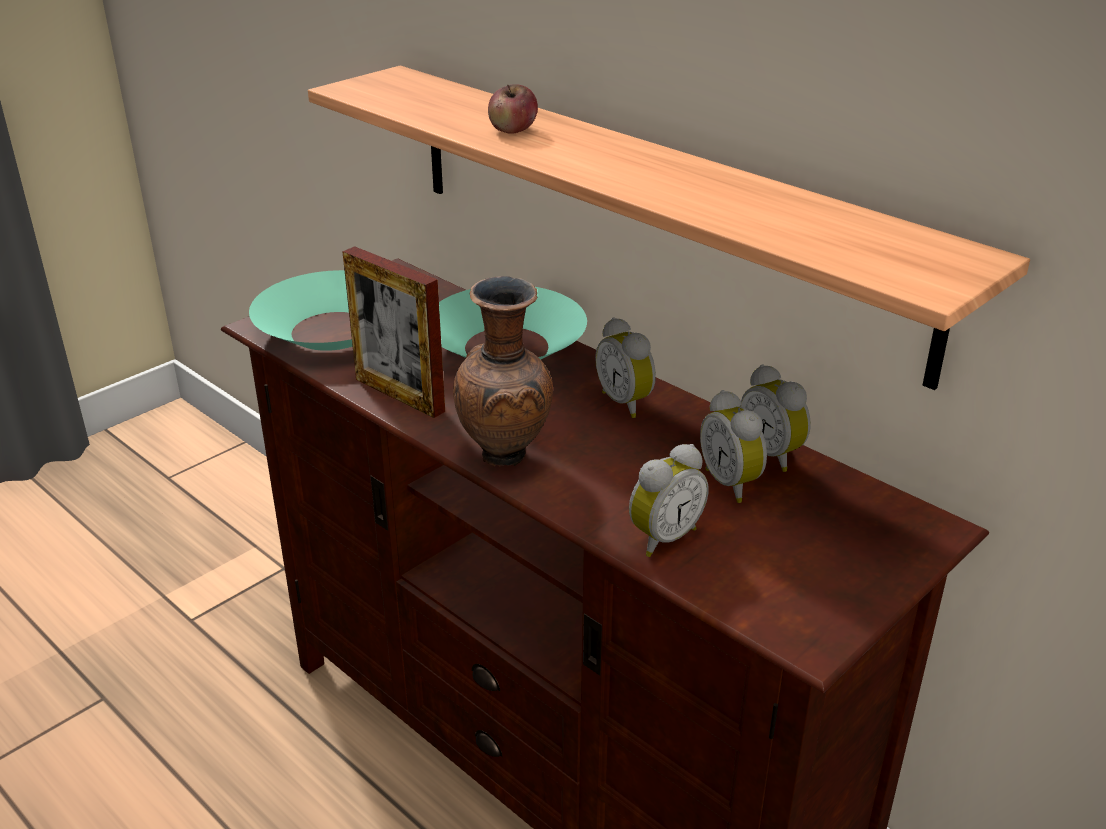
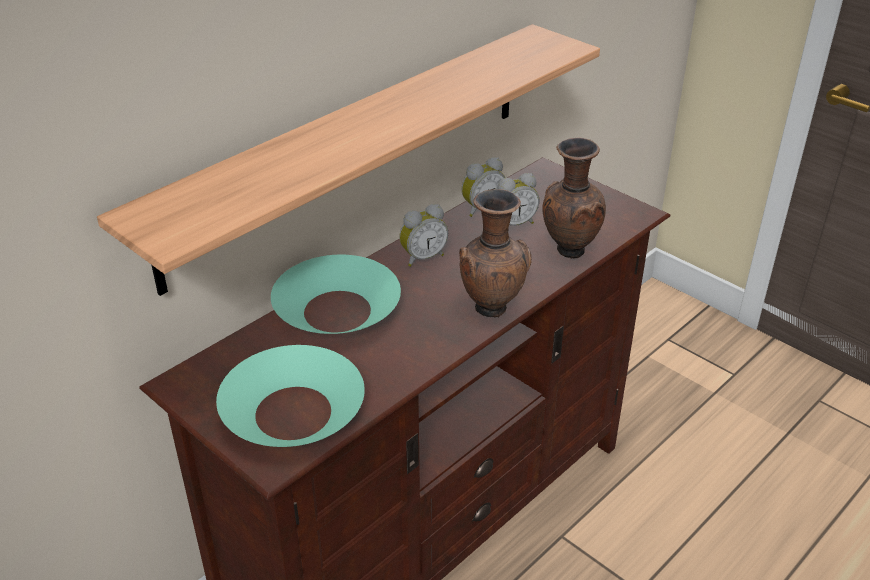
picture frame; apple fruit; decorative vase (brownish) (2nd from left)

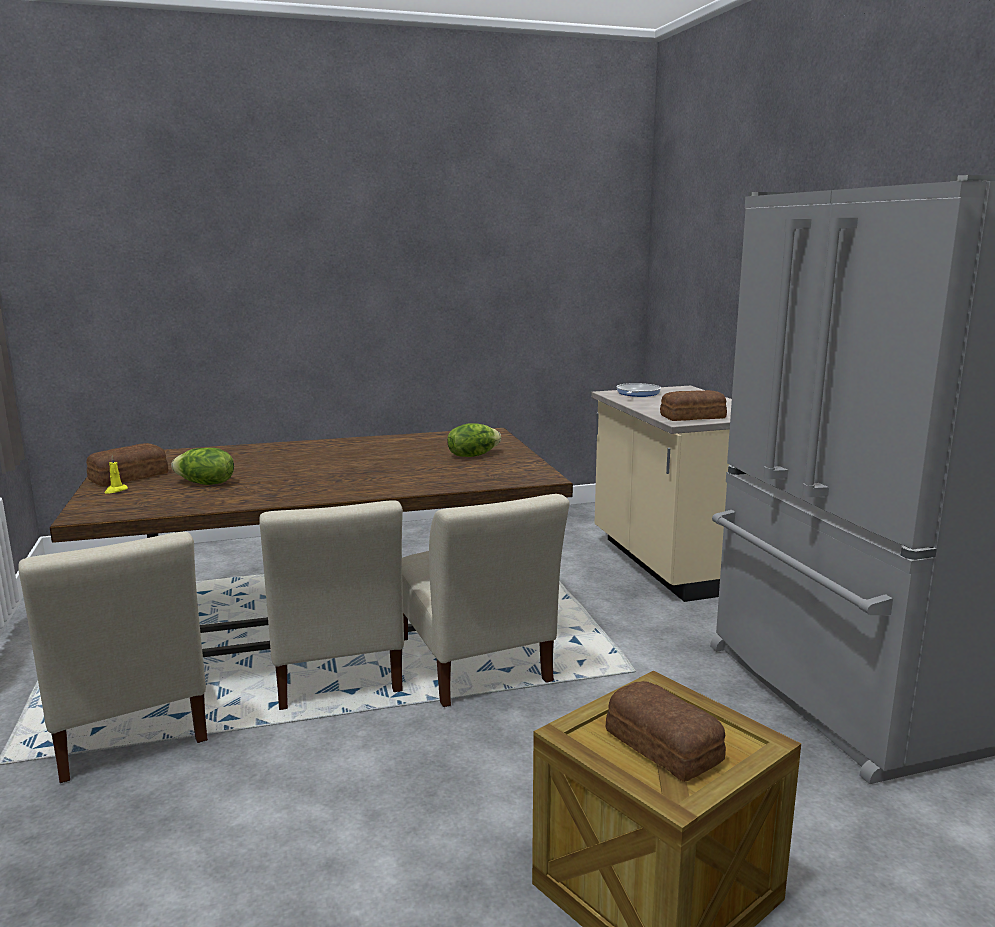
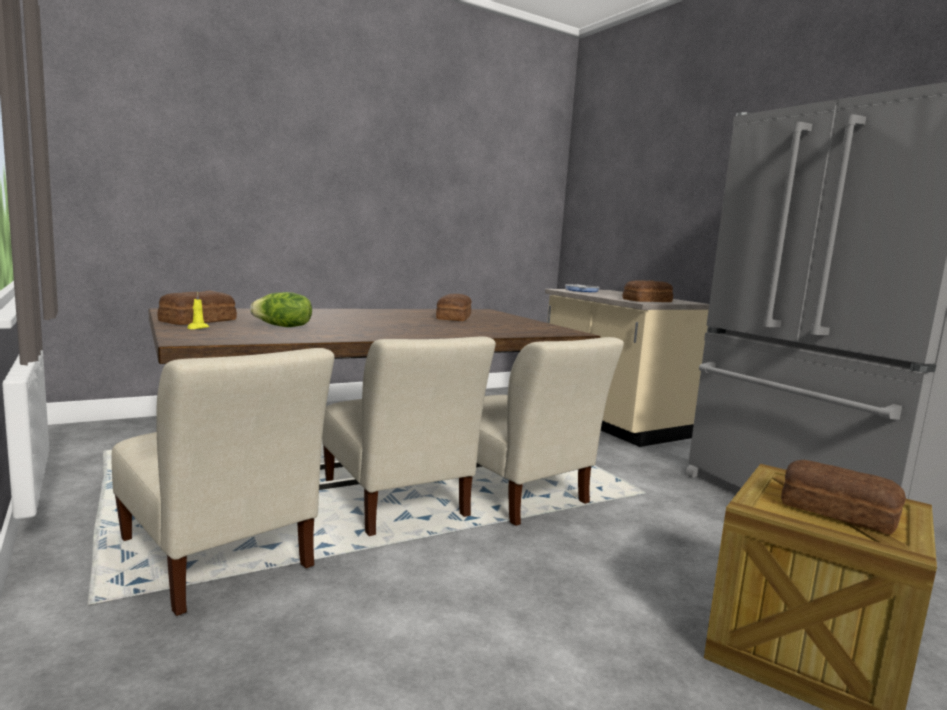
lettuce head (2nd from left in the first image); baked bread (2nd from left)

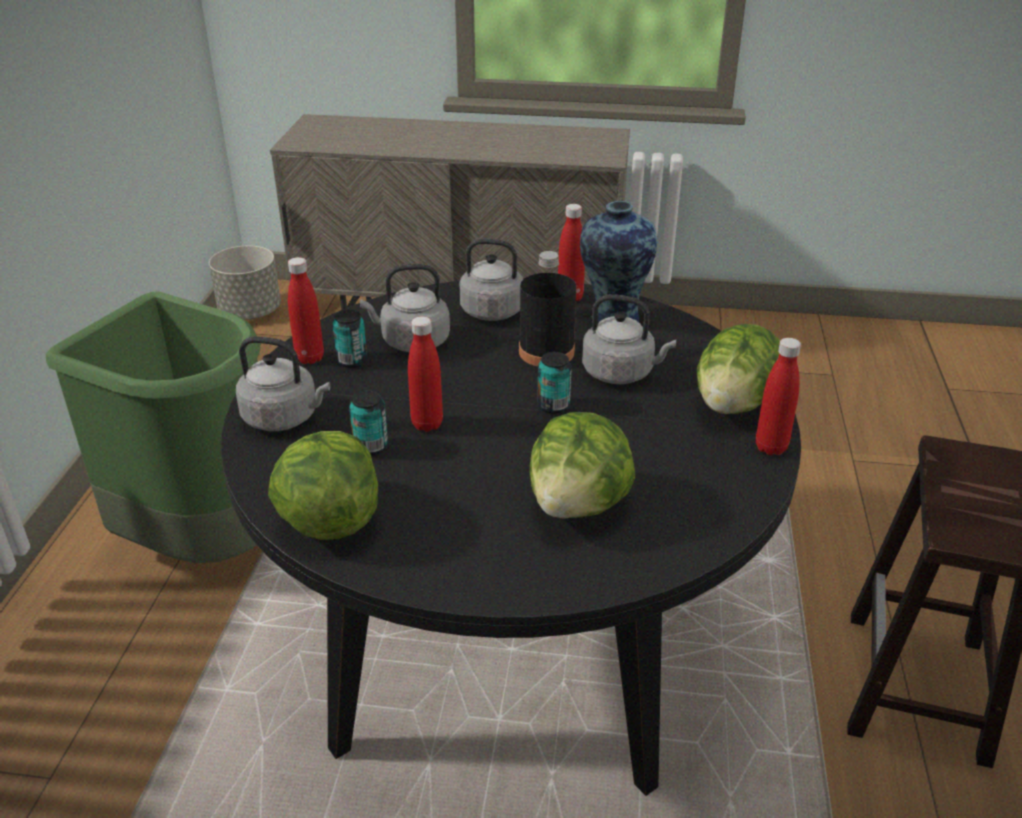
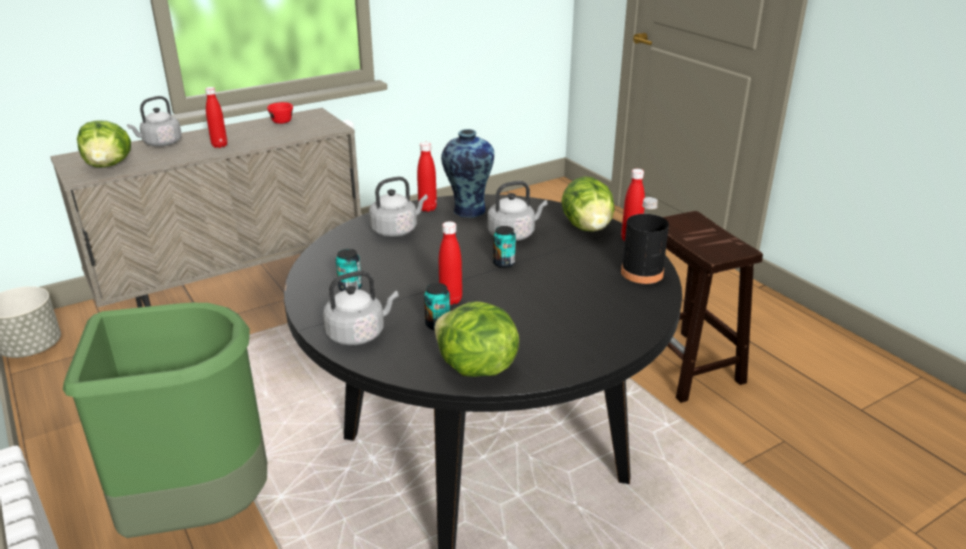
beverage bottle (red-coloured) (1st from left); kettle (grey) (1st from left); beverage bottle (blackish); lettuce head (1st from left); drinking cup (red-coloured)

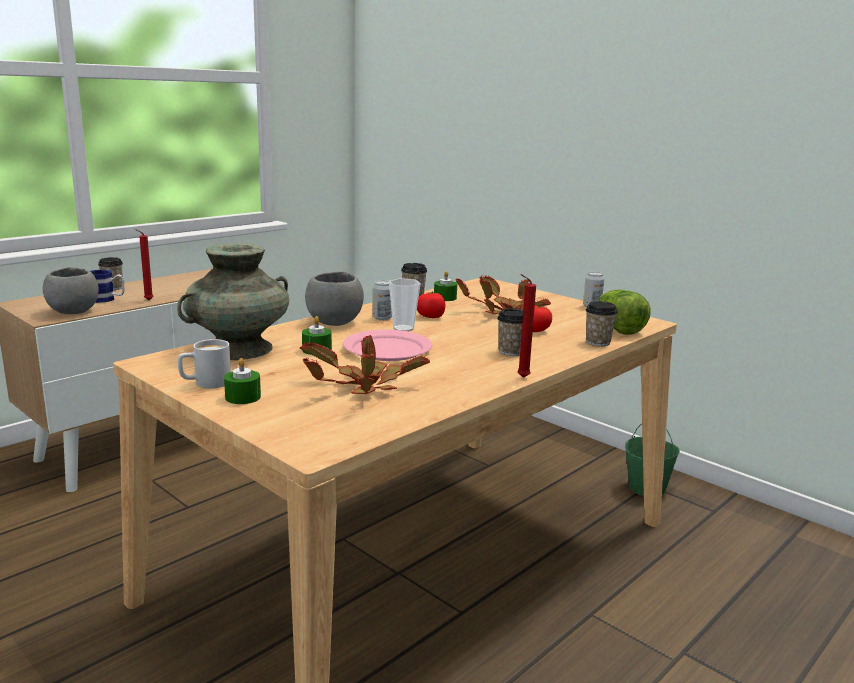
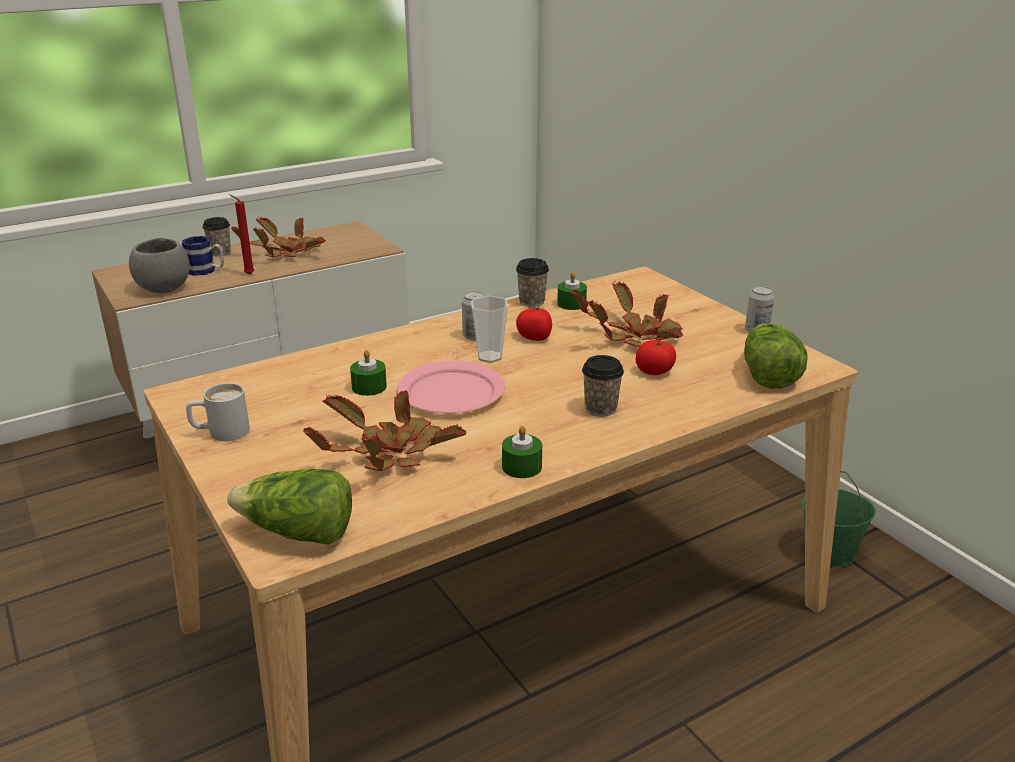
decorative vase (turquoise-coloured); wax light (green) (2nd from left); bowl (grey) (2nd from left in the first image); wax light (red-coloured) (2nd from left in the first image); drinking cup (5th from left in the first image); lettuce head (1st from left); houseplant (1st from left)

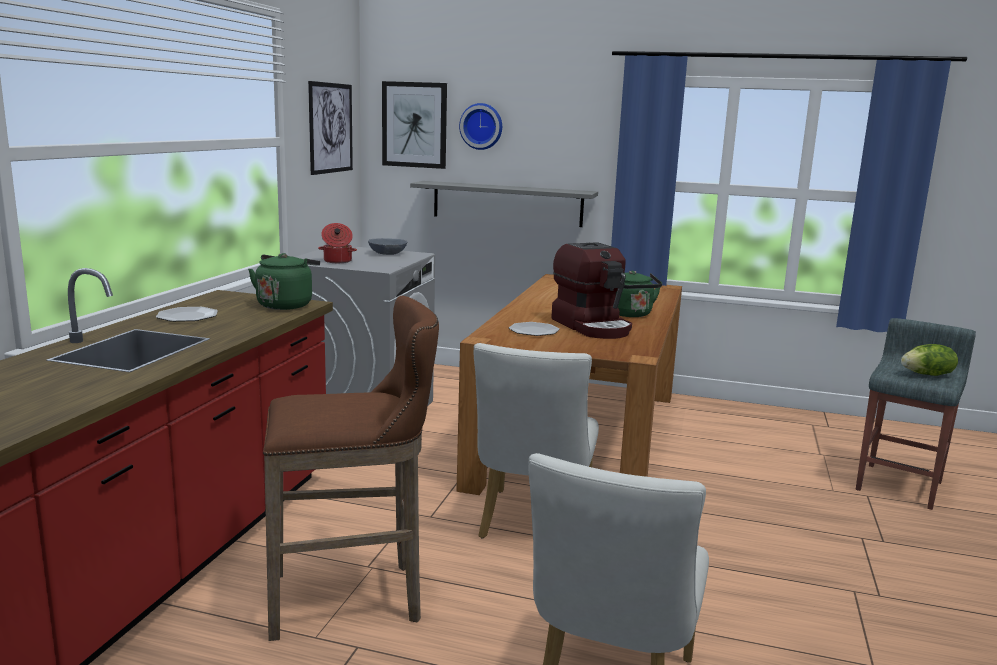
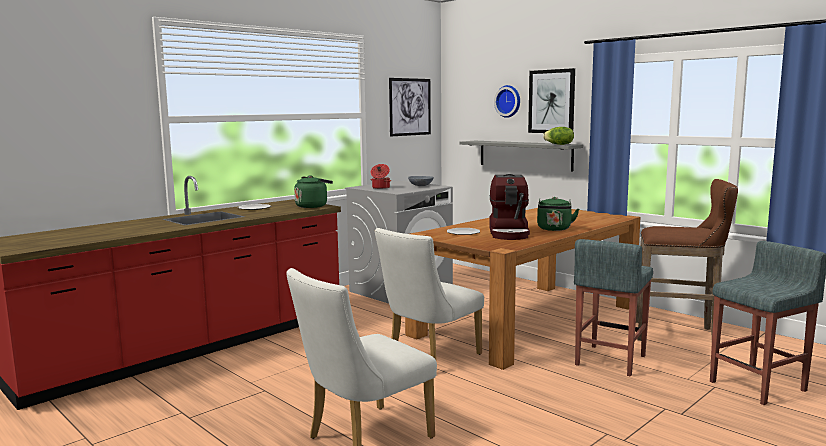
stool seat (brownish); wall art (2nd from left); lettuce head; stool seat (grey) (1st from left)

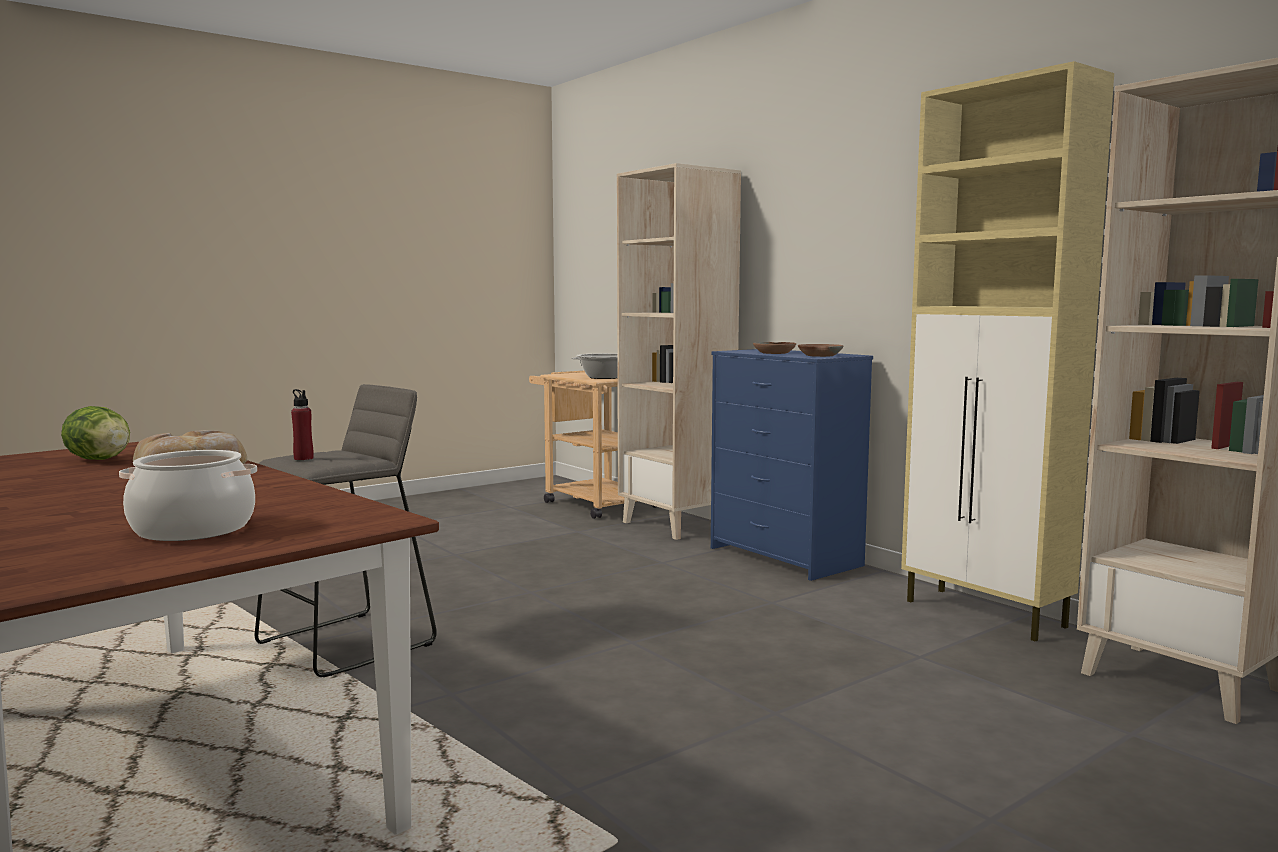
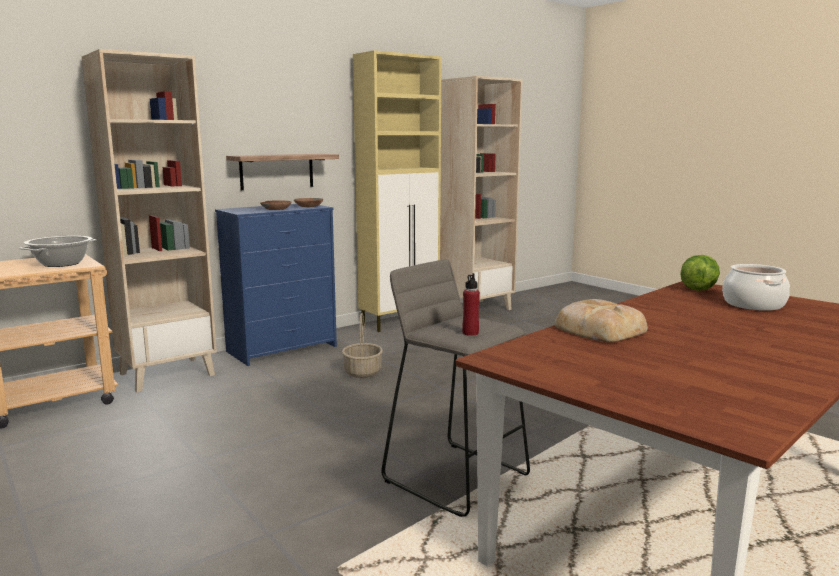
lettuce head; shelf; household basket

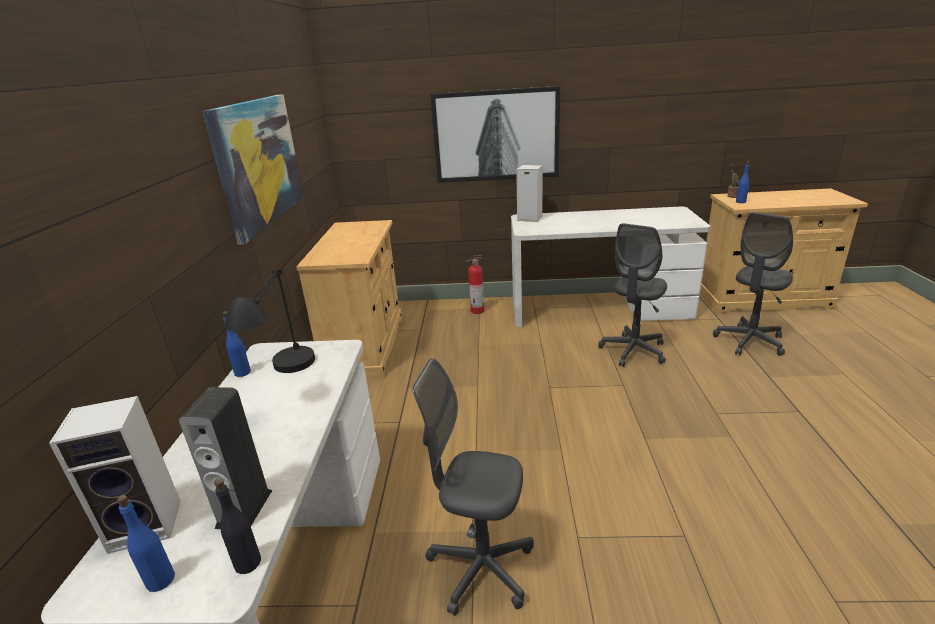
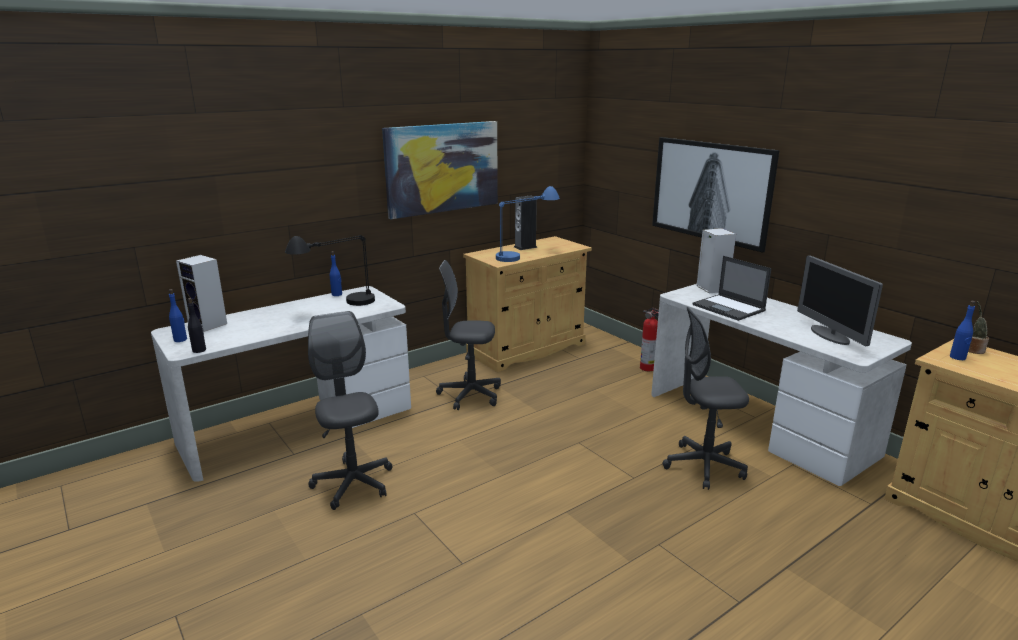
speaker (2nd from left); office chair (grey) (2nd from left); table lamp (blue-coloured); portable computer; computer display

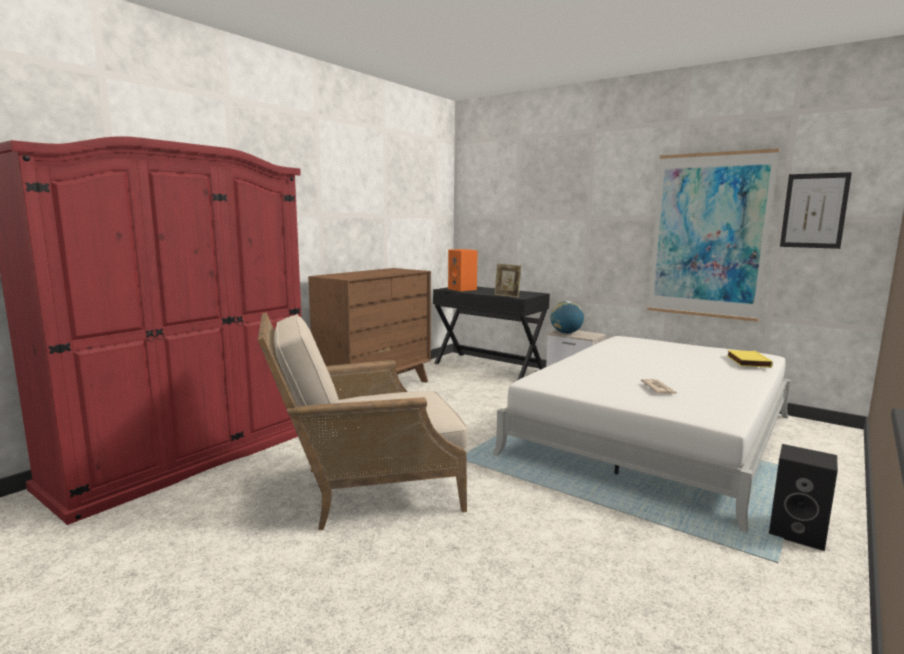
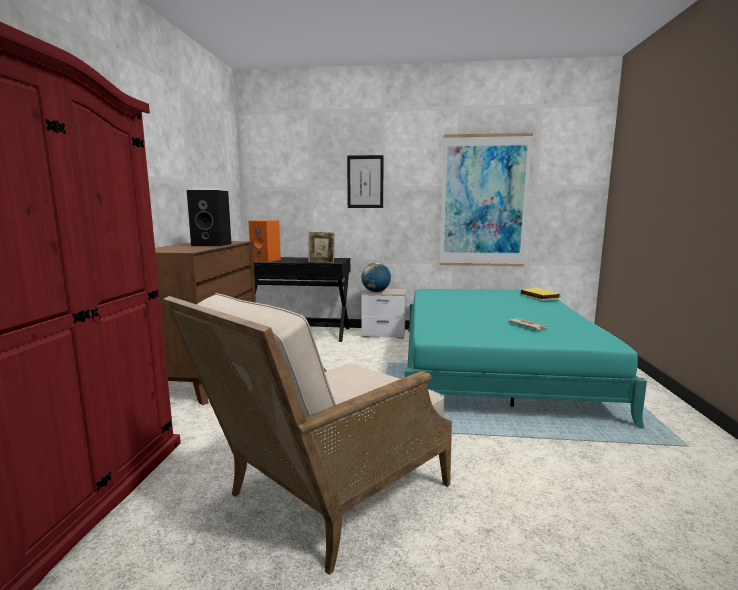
sleeping bed (turquoise-coloured); speaker (blackish); wall art (1st from left)

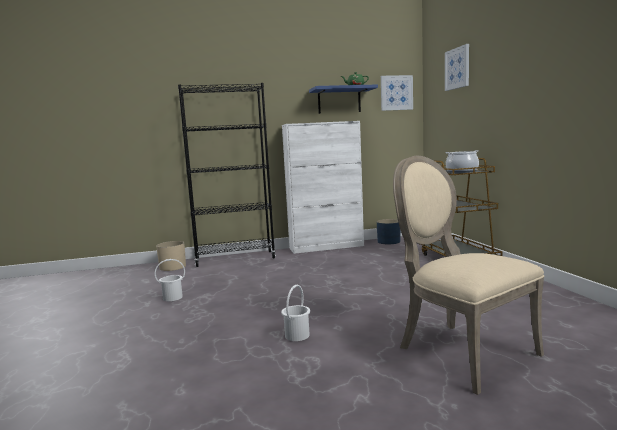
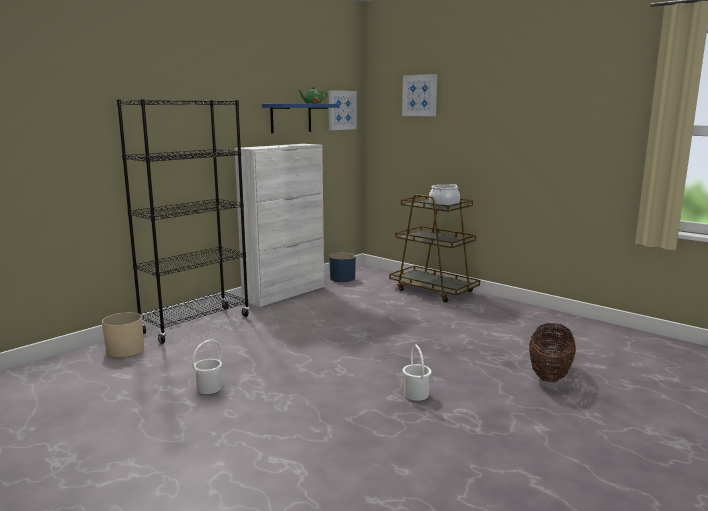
household basket

